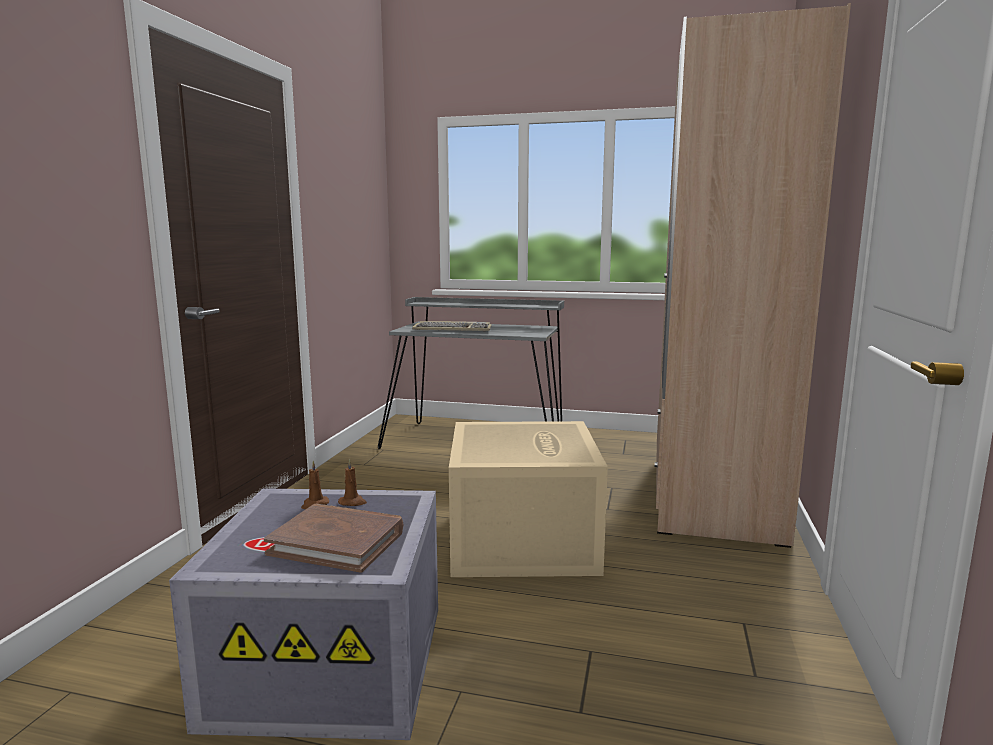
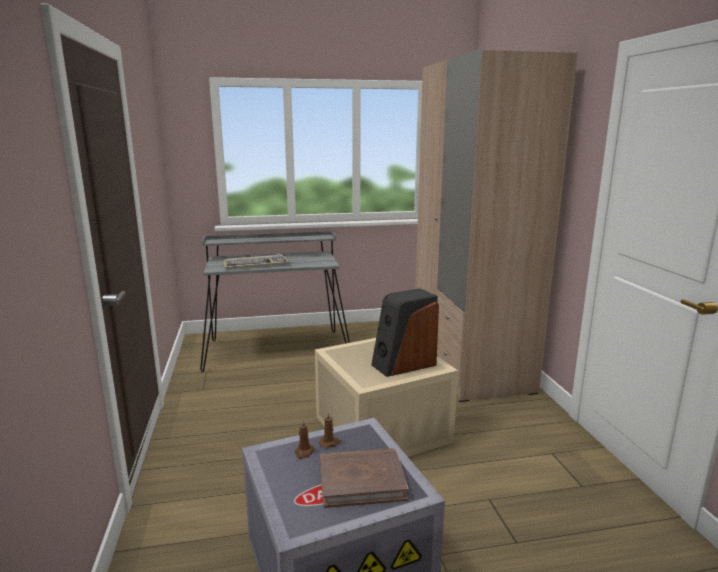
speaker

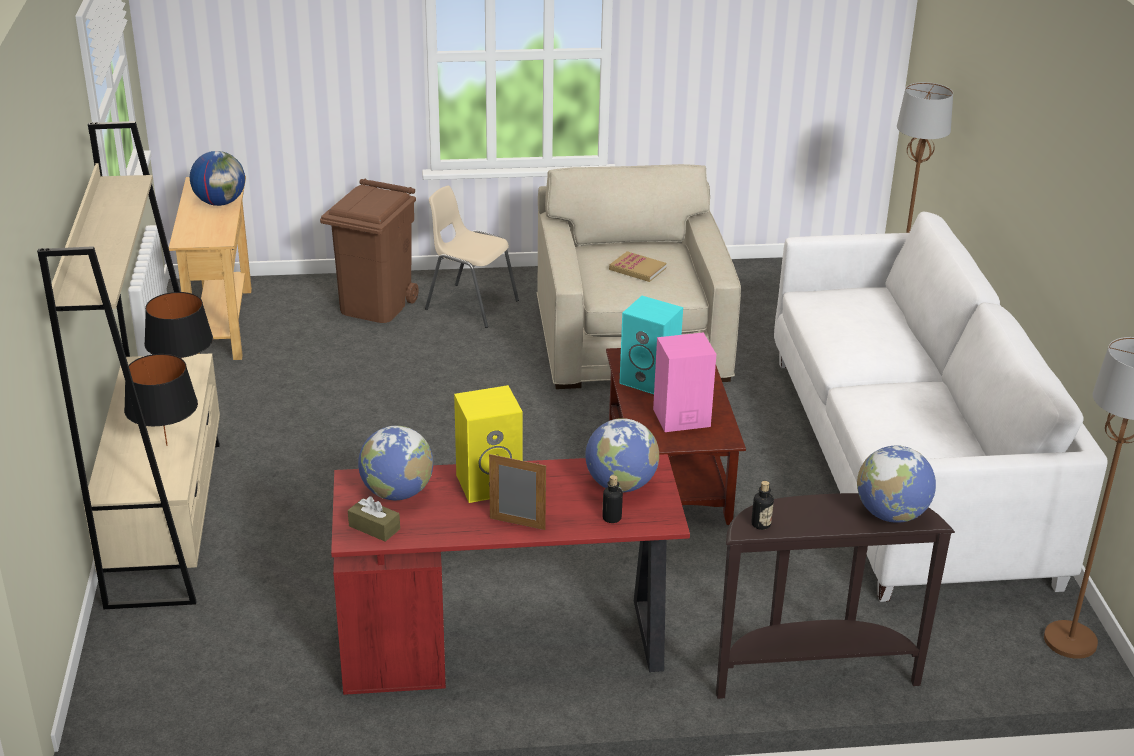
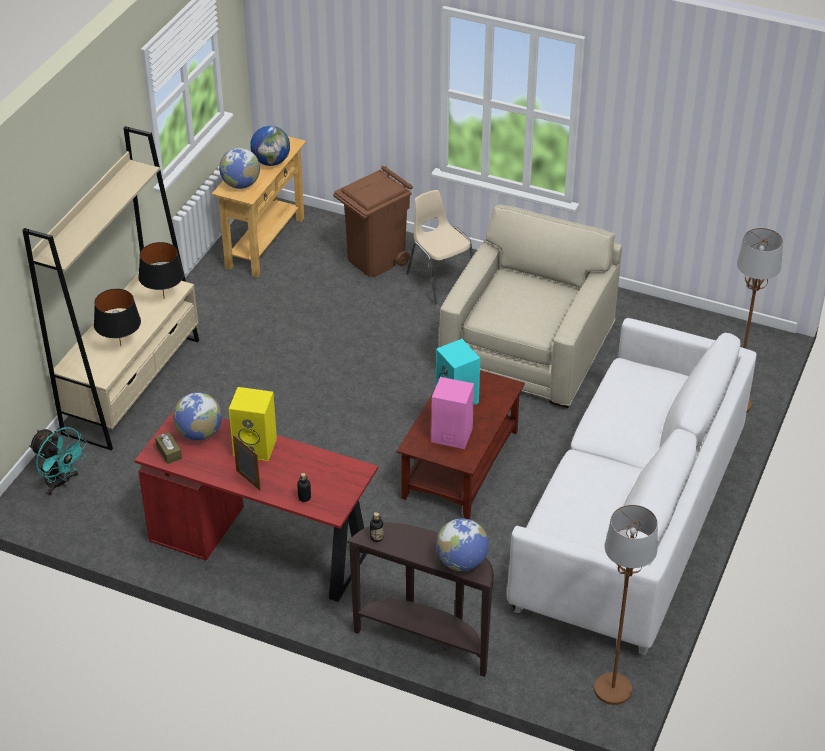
desk globe (2nd from left); book; cooling fan (turquoise-coloured)

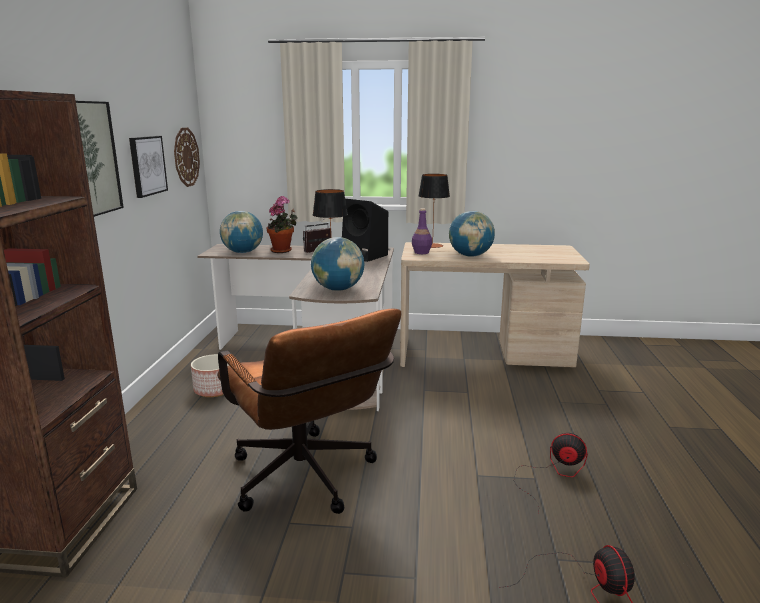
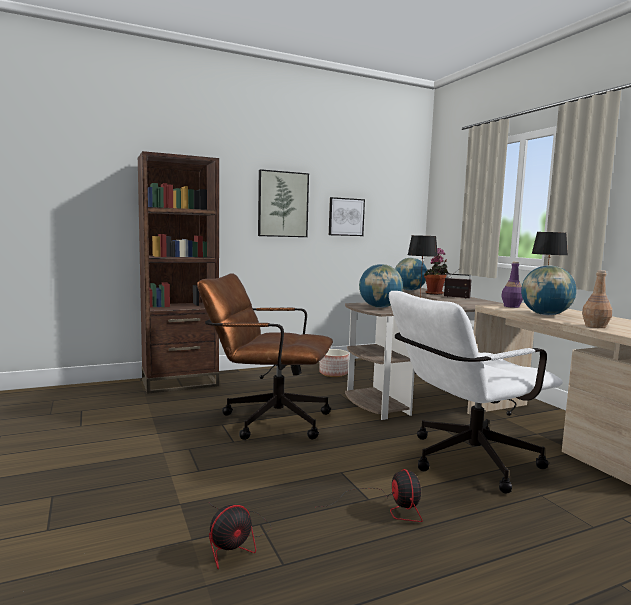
clock on the wall; office chair (brownish); speaker (blackish); office chair (whitish); beverage bottle (brownish)

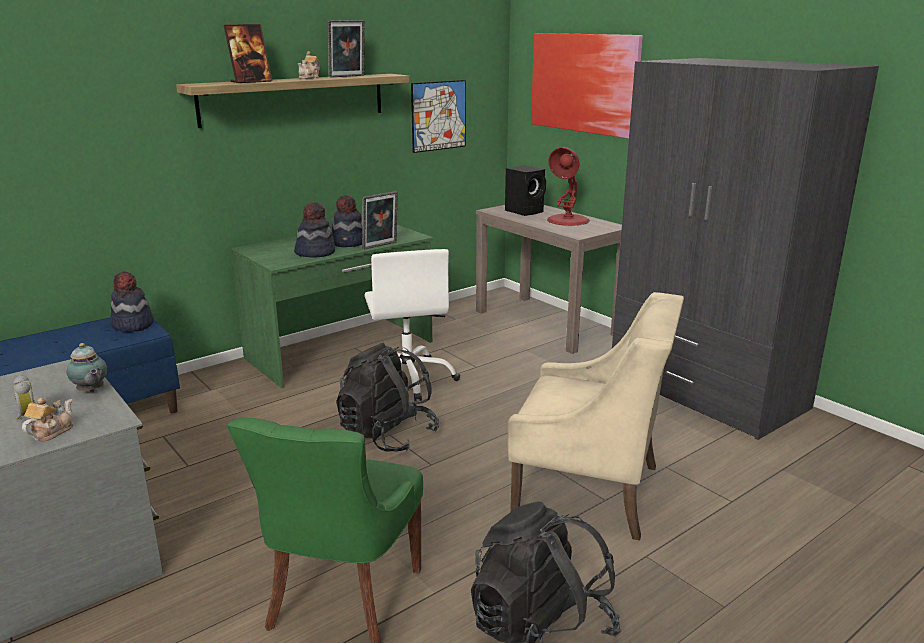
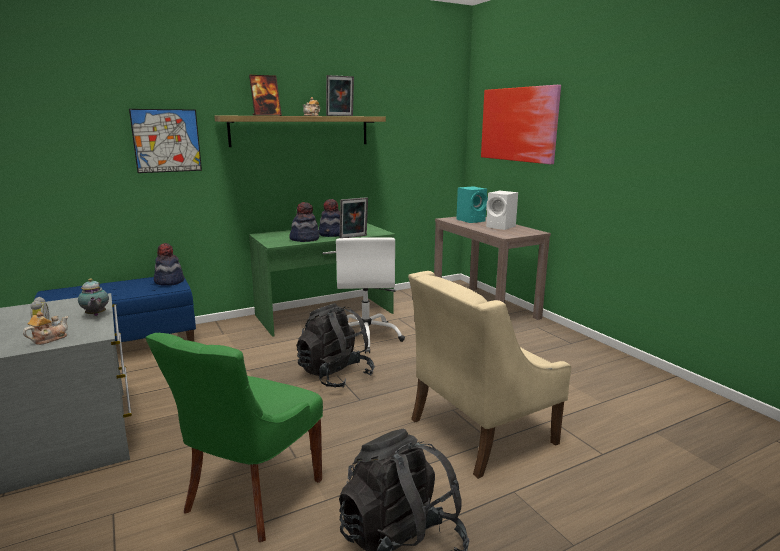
wall art (1st from left); speaker (turquoise-coloured); easy chair (beige); speaker (whitish); clothes cupboard (grey)

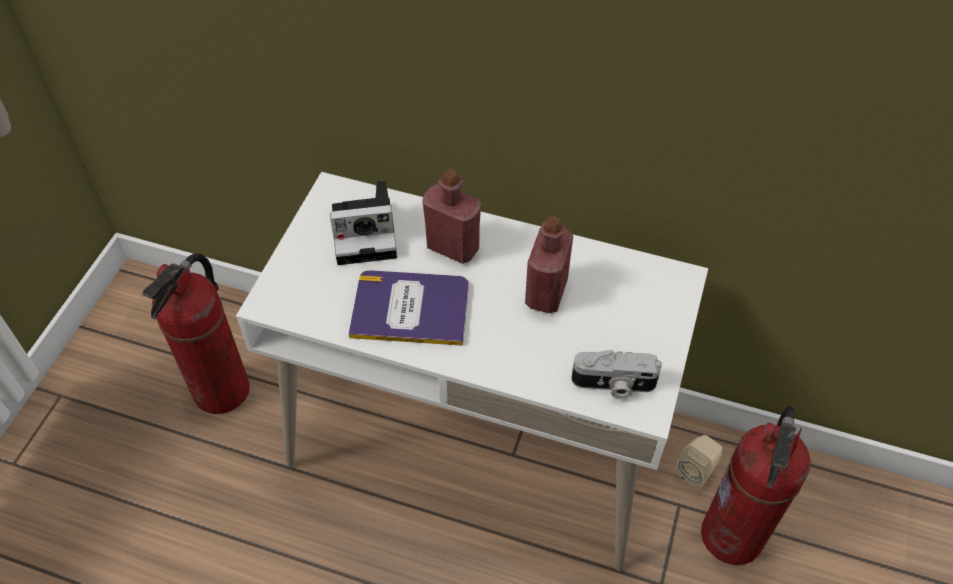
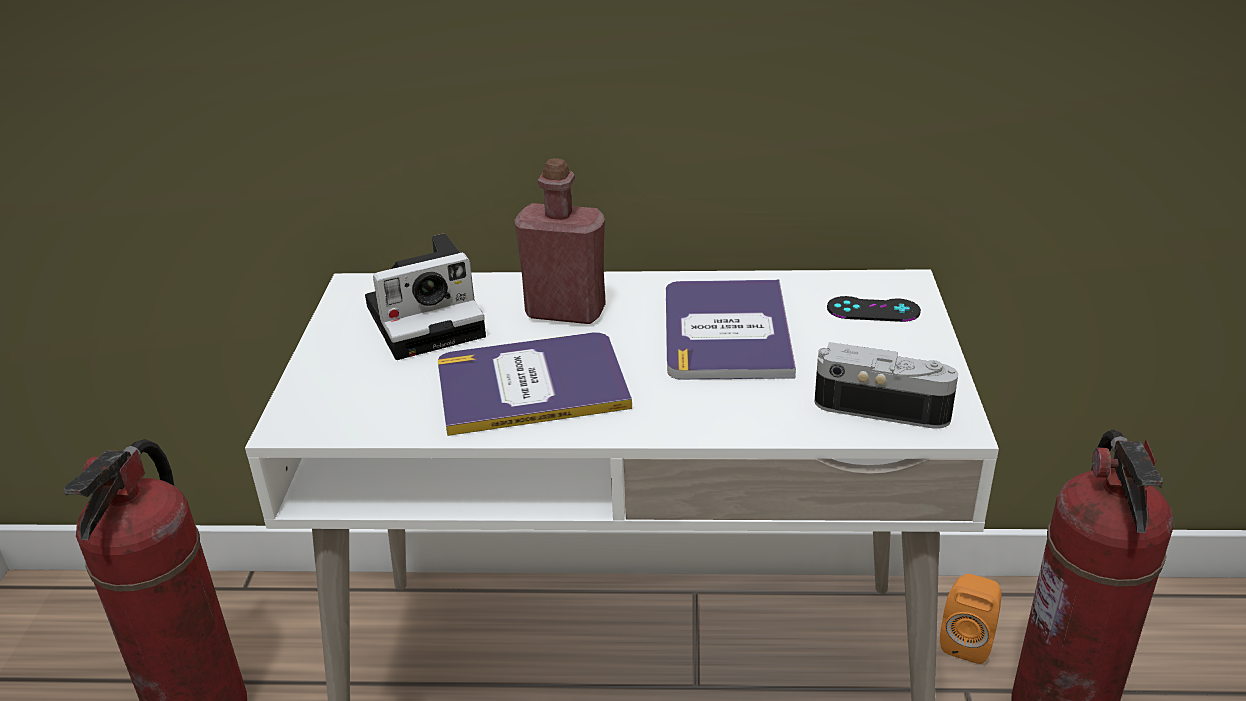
book (2nd from left); photo camera (2nd from left); speaker (orange); game controller (blackish)

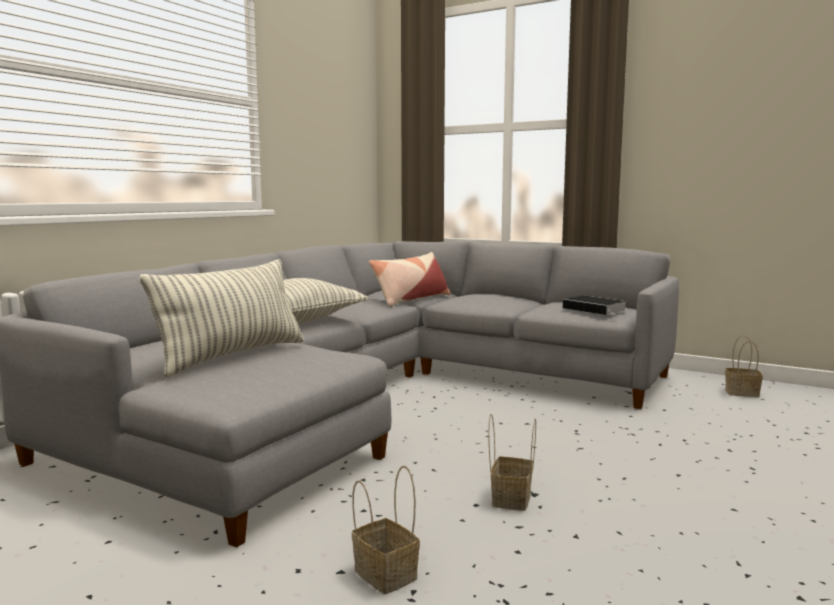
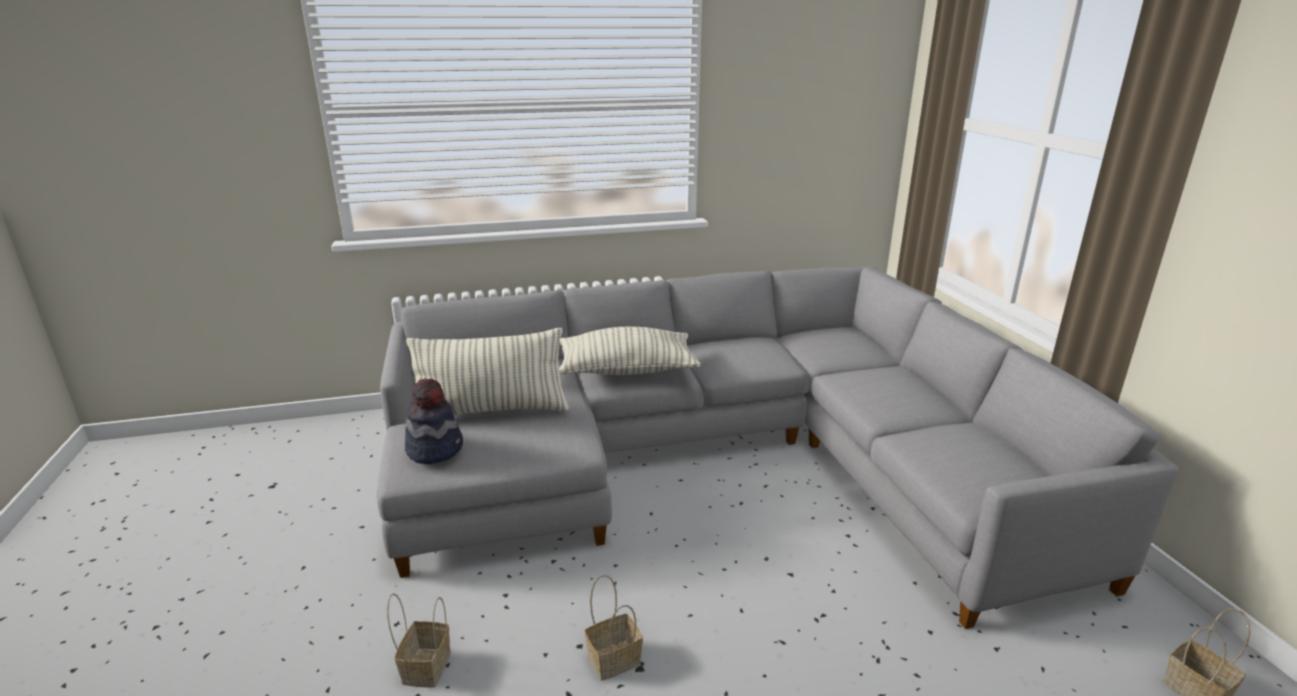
throw pillow (3rd from left in the first image); book; wearable hat

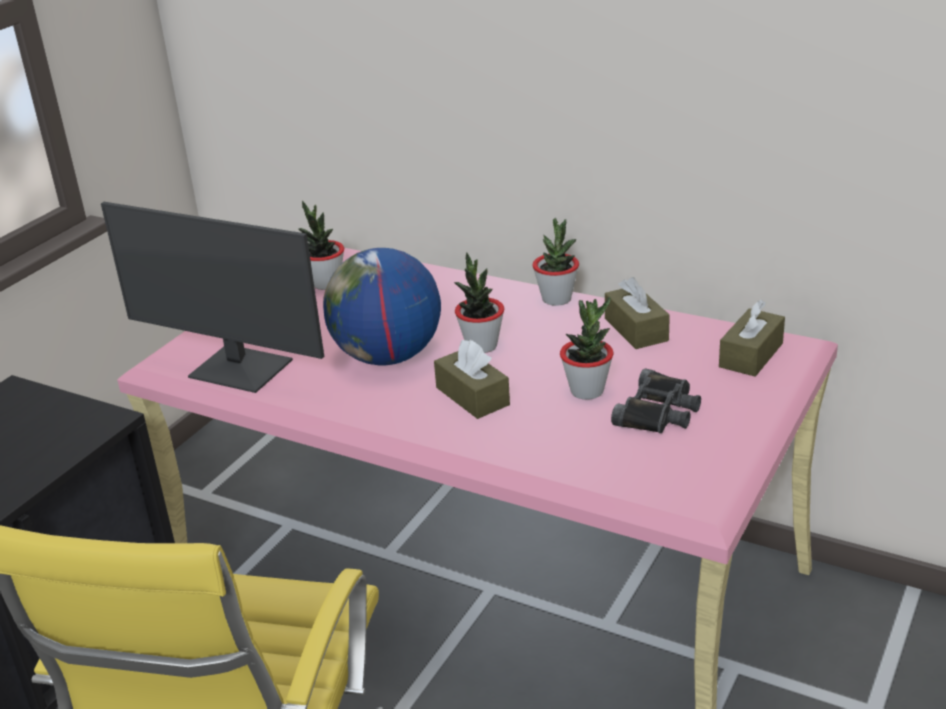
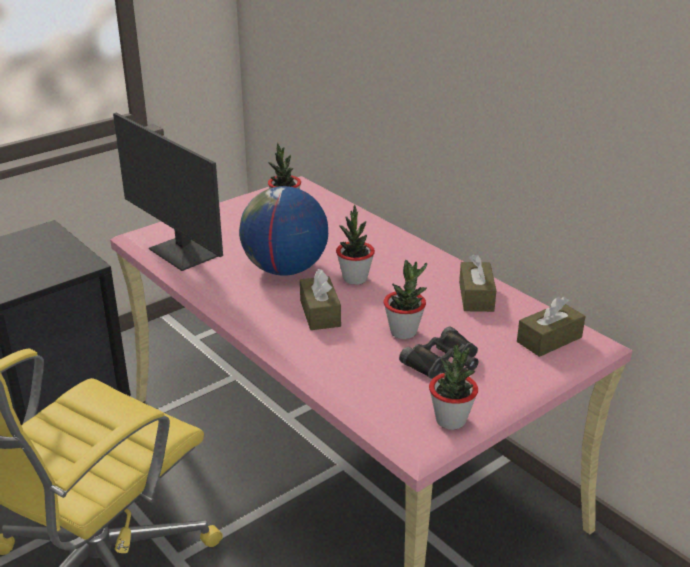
houseplant (4th from left)

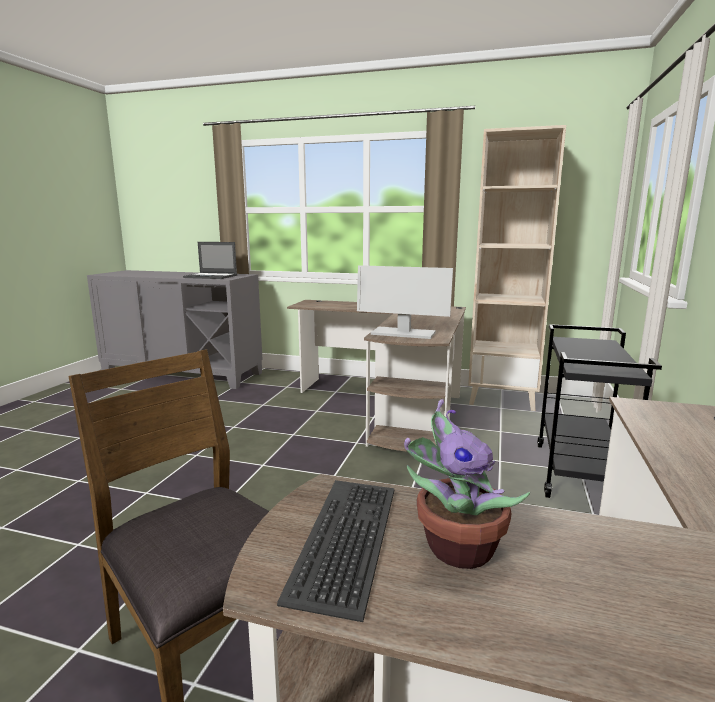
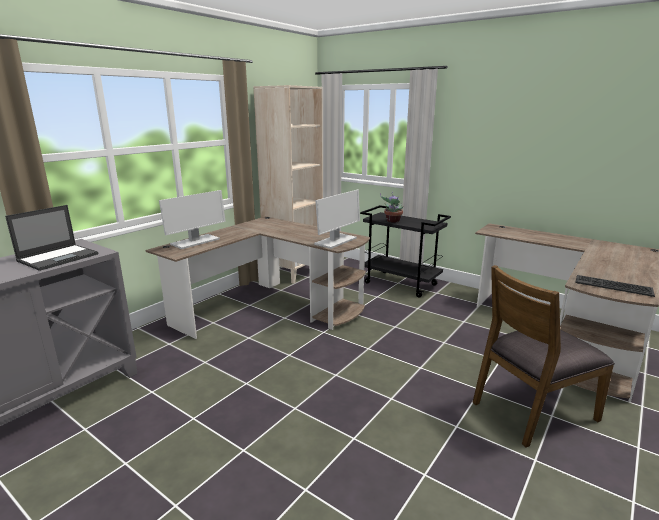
houseplant; computer display (1st from left)

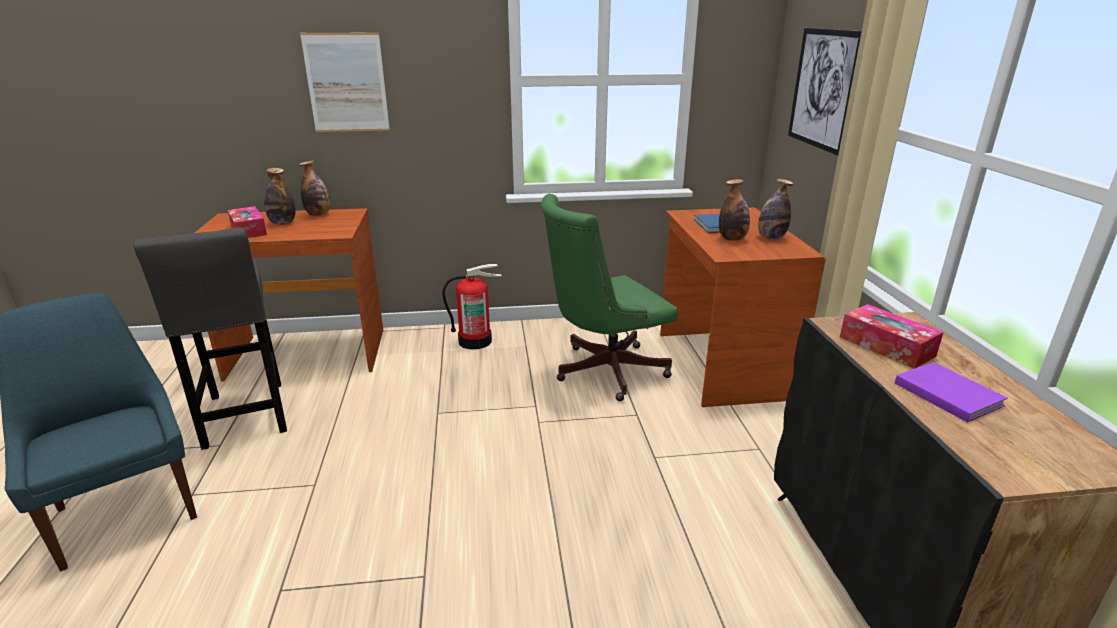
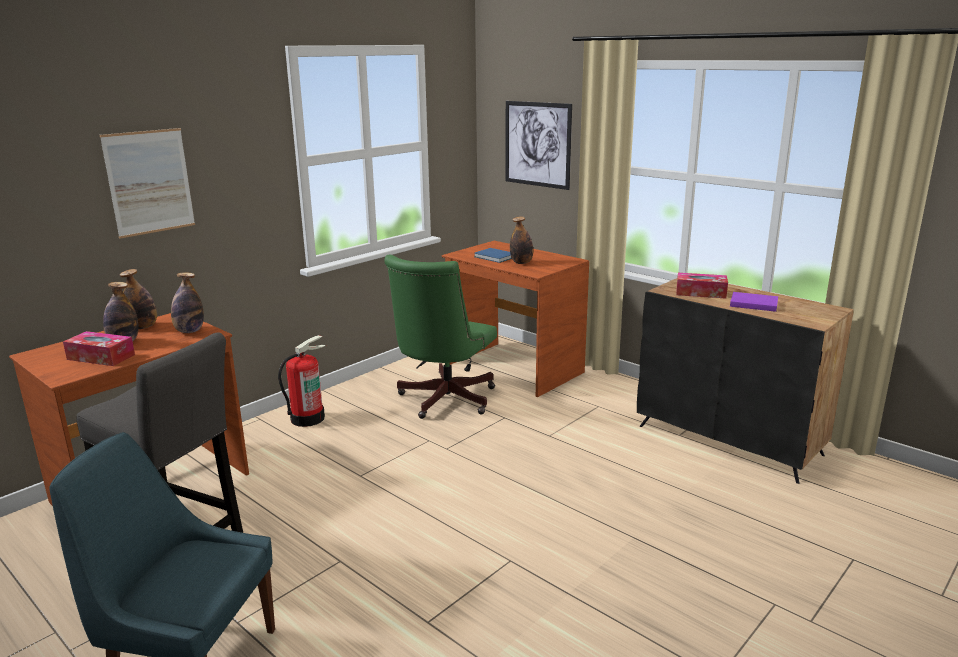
beverage bottle (3rd from left)

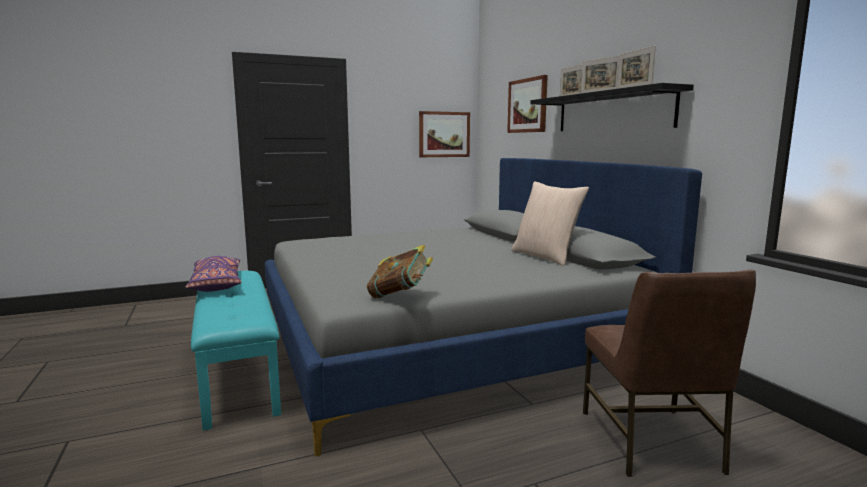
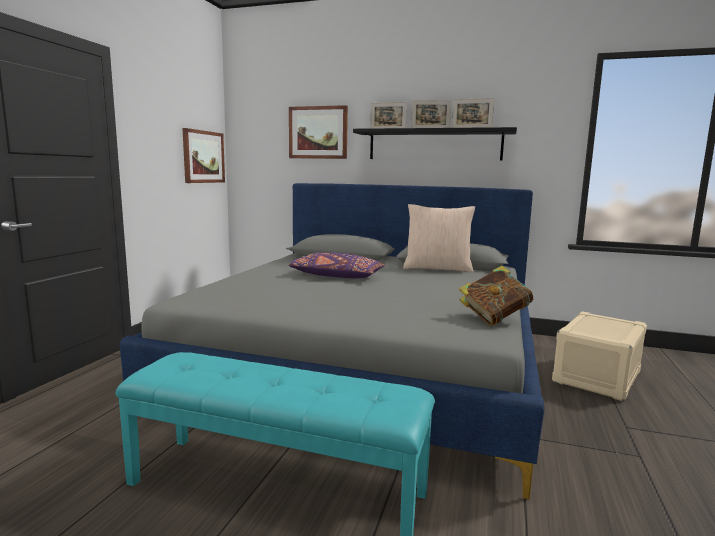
throw pillow (purplish); storage container (beige)

